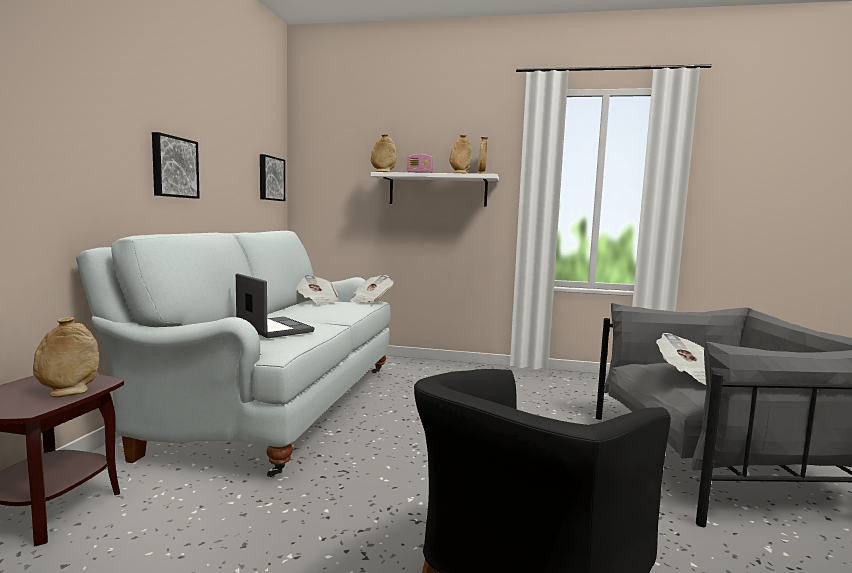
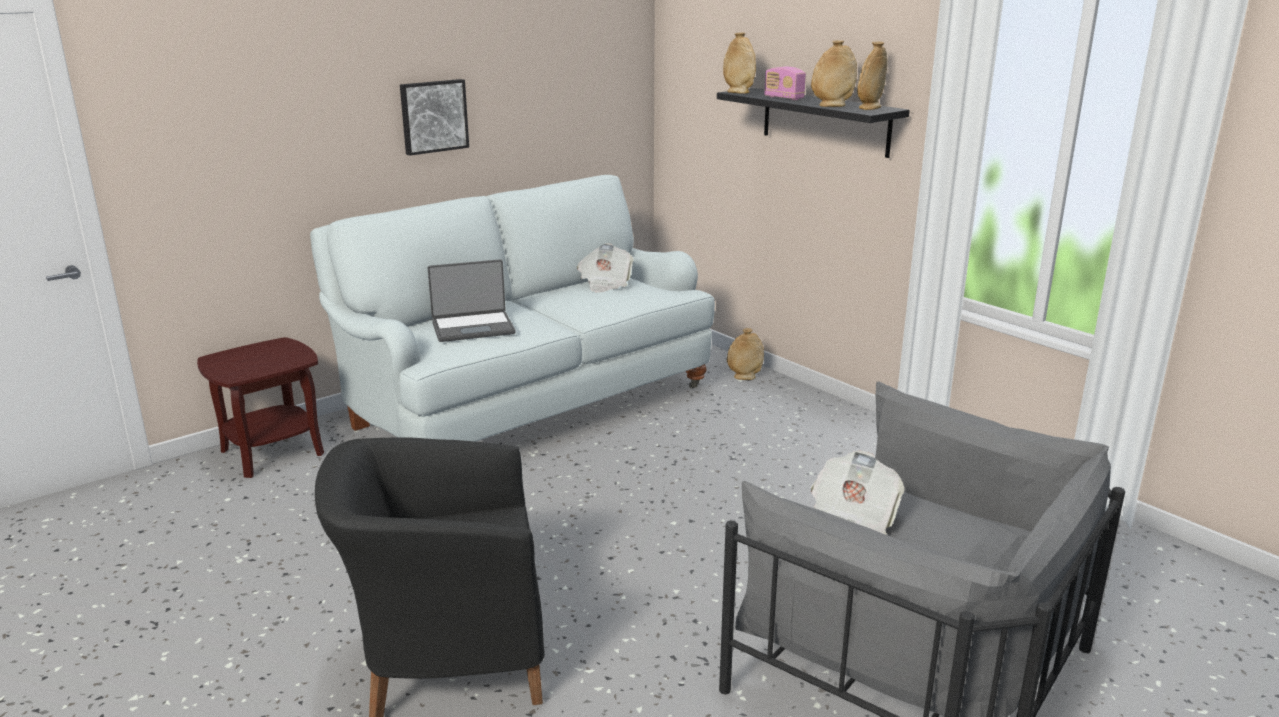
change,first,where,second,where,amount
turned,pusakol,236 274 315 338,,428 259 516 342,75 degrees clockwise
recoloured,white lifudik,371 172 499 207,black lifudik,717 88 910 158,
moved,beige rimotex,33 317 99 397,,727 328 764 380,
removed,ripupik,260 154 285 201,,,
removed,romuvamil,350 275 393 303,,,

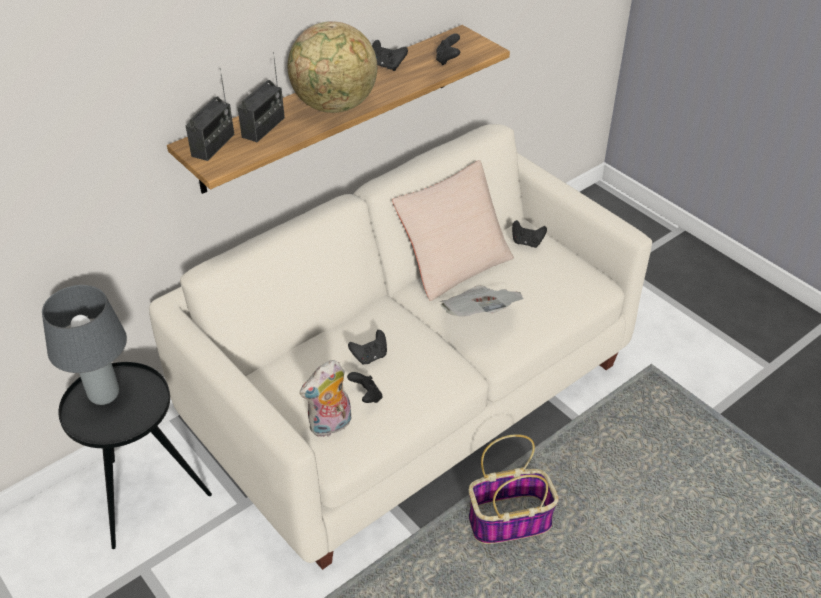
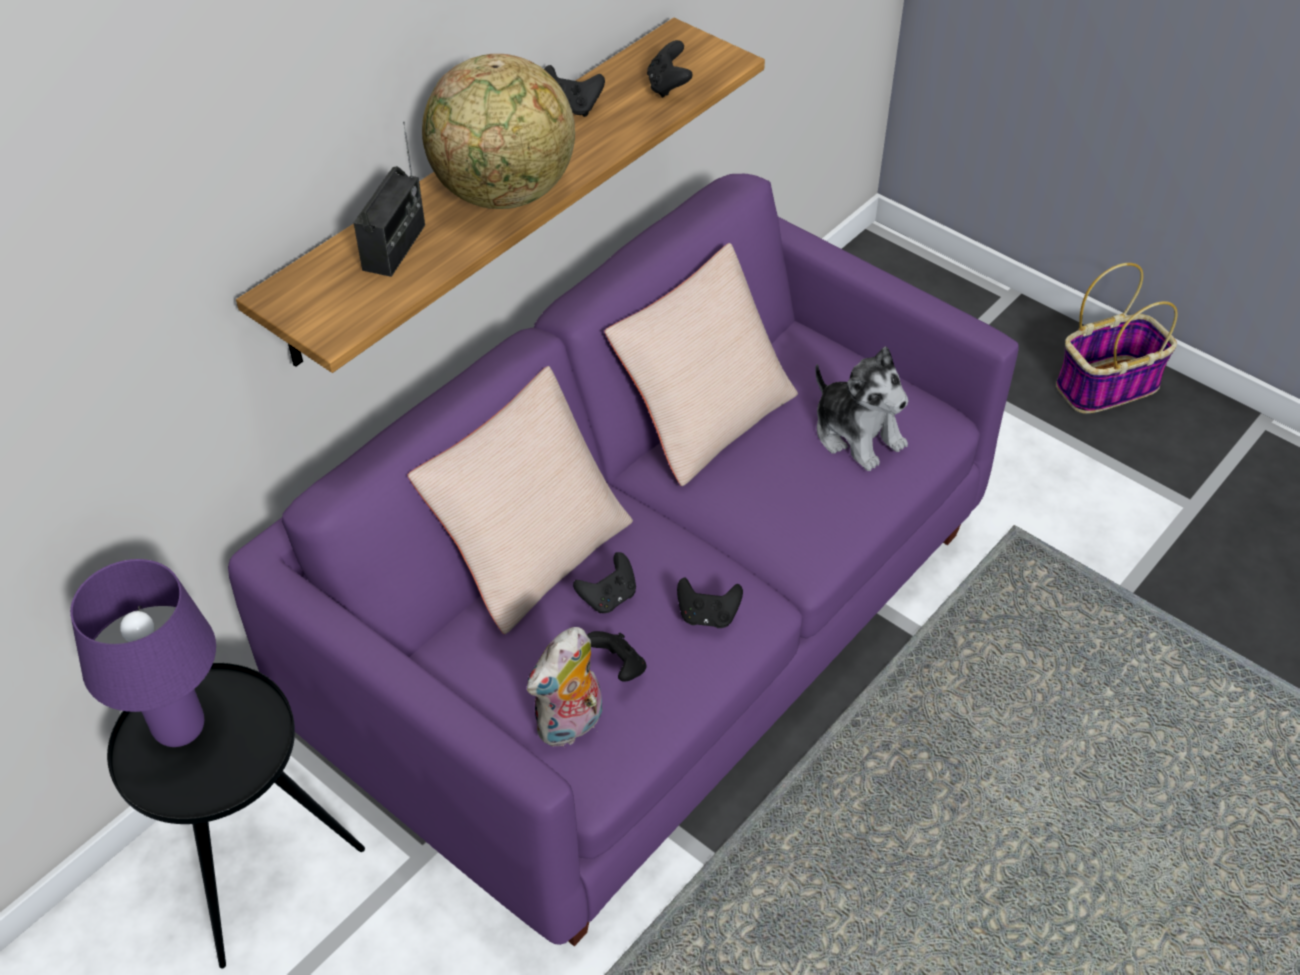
change,first,where,second,where,amount
recoloured,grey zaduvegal,42 285 127 405,purple zaduvegal,70 559 216 747,
recoloured,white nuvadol,149 124 652 570,purple nuvadol,228 174 1019 946,
added,,,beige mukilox,408 366 633 634,
moved,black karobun,512 220 547 248,,677 577 743 628,
added,,,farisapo,815 347 909 471,
moved,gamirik,469 434 559 544,,1056 263 1178 414,
removed,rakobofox,186 68 234 161,,,
removed,romuvamil,440 285 524 317,,,

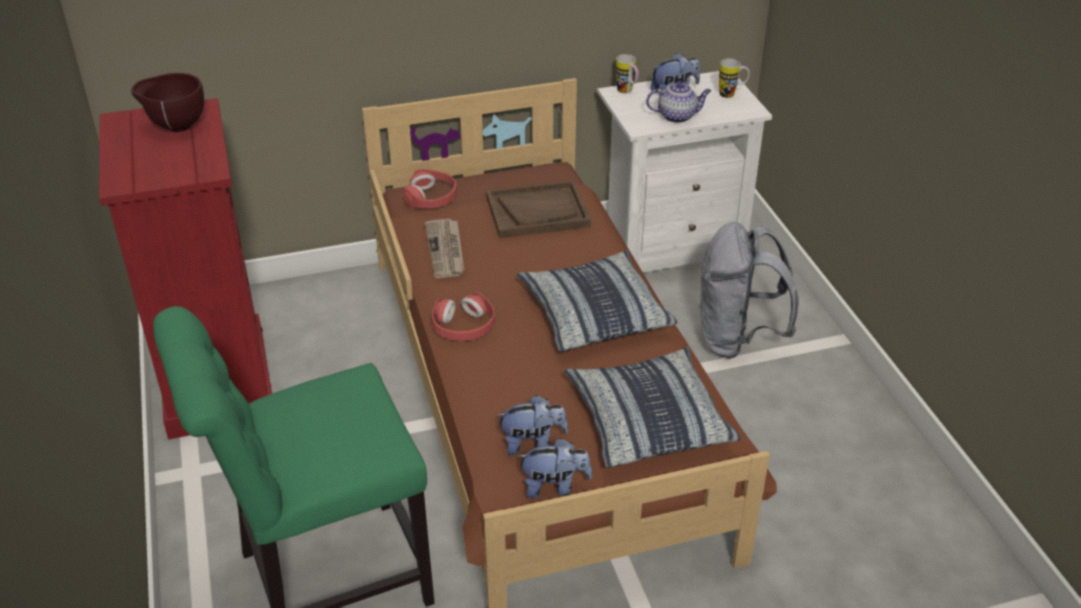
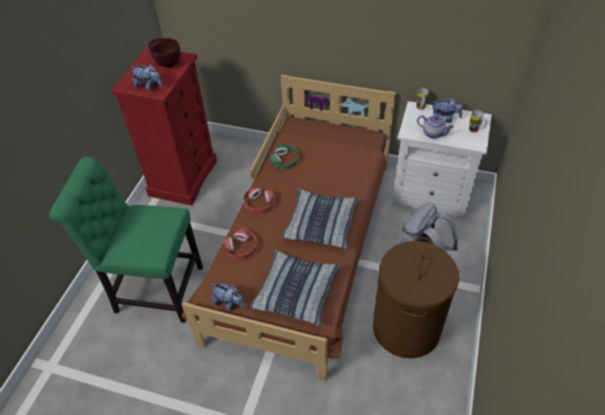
change,first,where,second,where,amount
moved,farisapo,496 395 568 455,,130 64 162 91,
moved,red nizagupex,403 169 457 209,,223 228 258 259,
replaced,romuvamil,425 219 464 278,green nizagupex,269 144 299 169,
added,,,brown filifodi,373 237 459 359,
removed,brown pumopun,486 180 591 238,,,

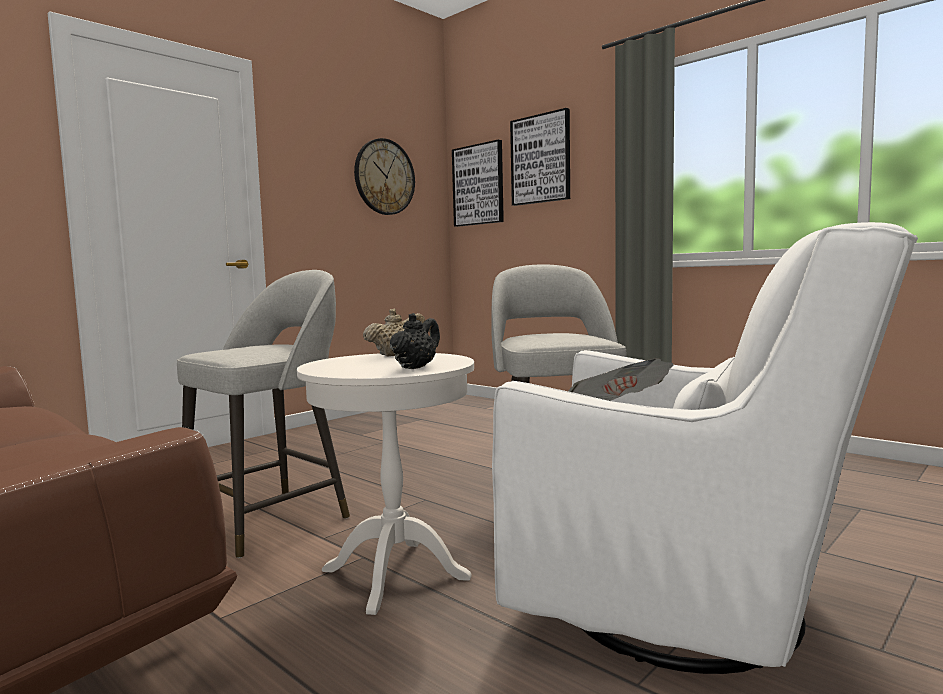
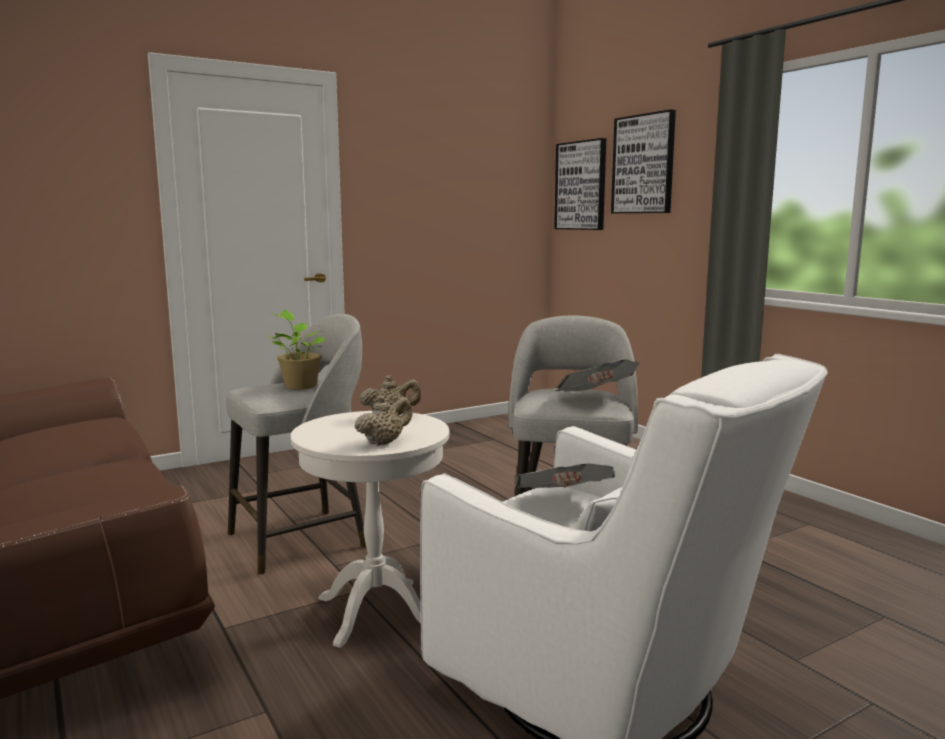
change,first,where,second,where,amount
added,,,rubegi,267 310 326 390,
recoloured,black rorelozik,390 313 440 369,beige rorelozik,355 395 412 446,
added,,,romuvamil,555 359 640 392,
removed,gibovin,354 138 415 215,,,

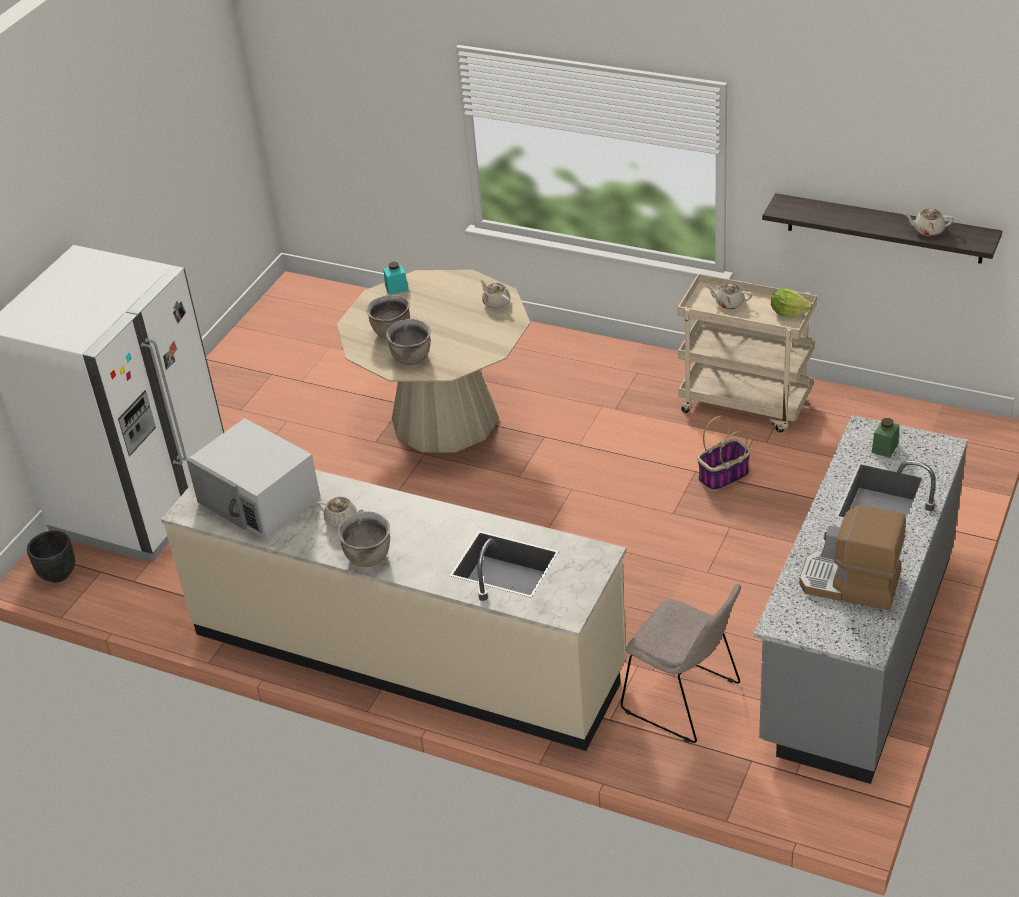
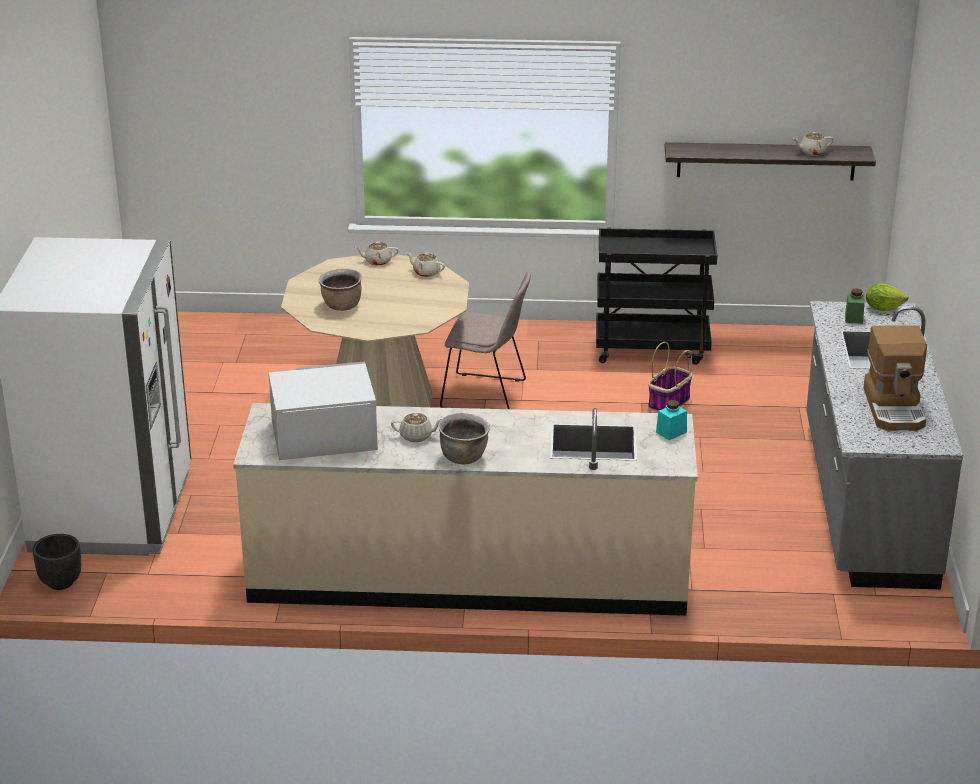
change,first,where,second,where,amount
turned,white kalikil,187 418 320 539,,269 361 378 460,150 degrees clockwise
moved,beige rorelozik,706 283 752 309,,355 241 399 266,
moved,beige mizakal,621 584 741 743,,440 272 531 409,
recoloured,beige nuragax,678 273 817 433,black nuragax,596 227 717 365,
moved,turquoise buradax,384 262 409 295,,656 400 687 440,
turned,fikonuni,799 505 906 611,,863 326 927 431,90 degrees counterclockwise
moved,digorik,771 288 813 317,,866 283 908 311,
removed,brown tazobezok,386 319 431 365,,,

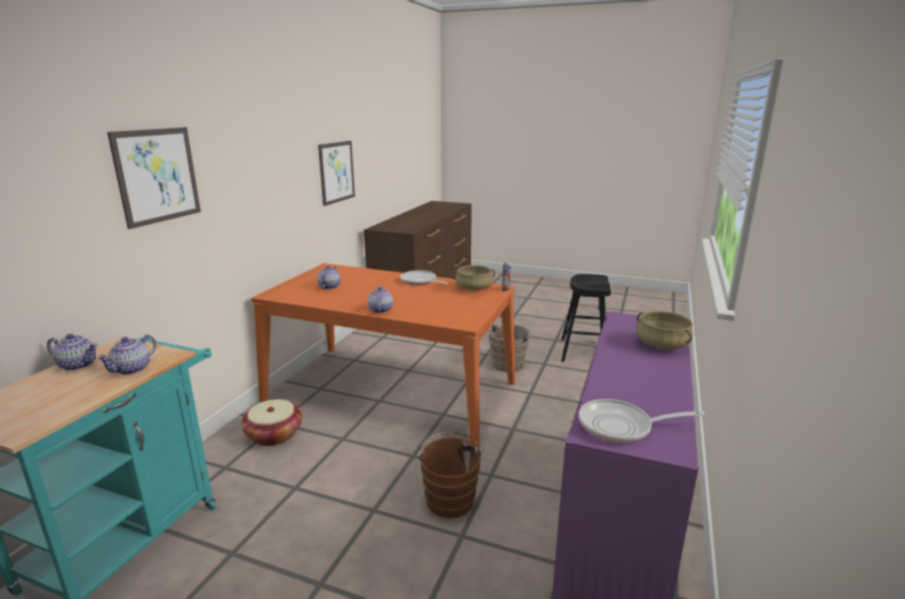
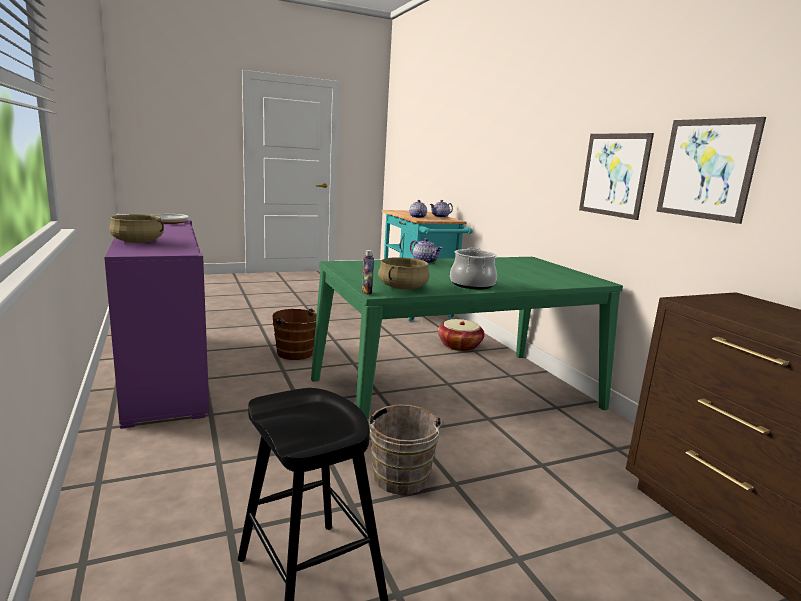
change,first,where,second,where,amount
recoloured,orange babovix,251 263 516 450,green babovix,311 257 623 422,
replaced,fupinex,400 270 449 285,tazobezok,450 248 497 289,
moved,ripupik,107 127 201 229,,579 133 654 220,
removed,rorelozik,317 266 340 289,,,

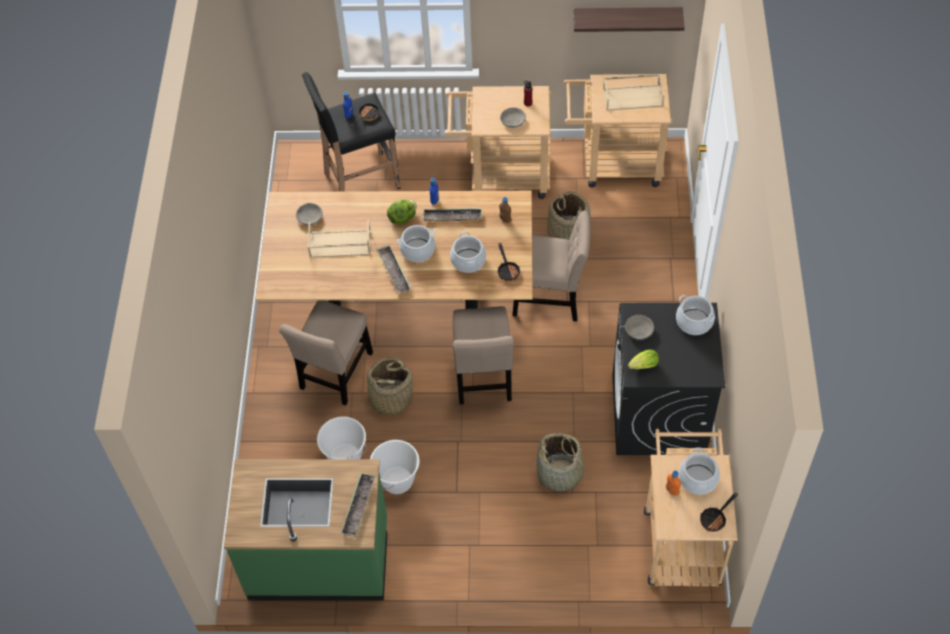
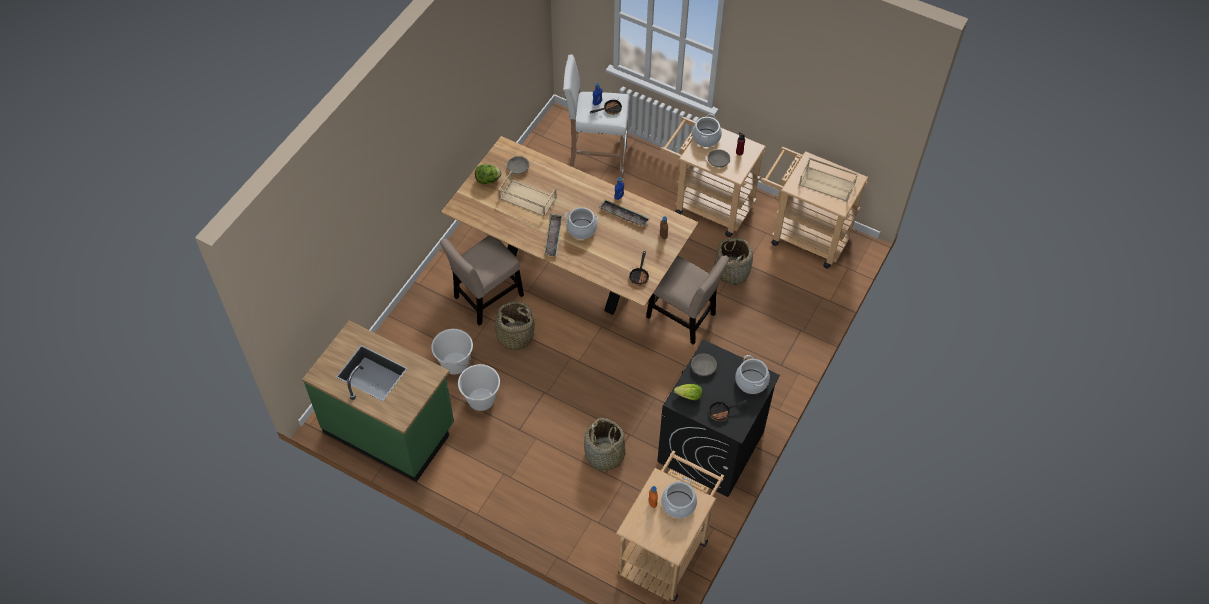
change,first,where,second,where,amount
moved,digorik,387 199 416 225,,475 164 502 184,
recoloured,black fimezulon,302 72 400 192,white fimezulon,563 54 630 180,
moved,tazobezok,450 231 486 273,,692 114 722 147,
moved,fupinex,700 492 738 532,,709 400 750 421,
removed,pumopun,341 473 375 537,,,
removed,beige mizakal,453 306 514 405,,,
removed,lifudik,573 7 685 32,,,

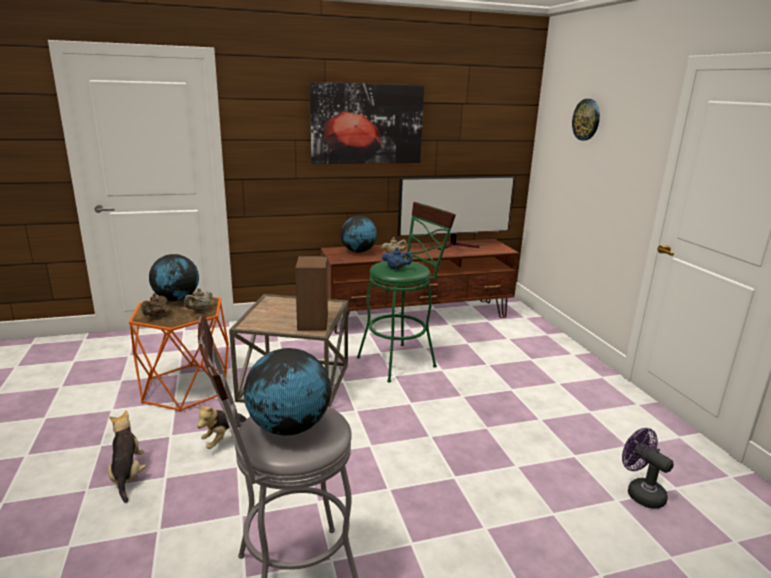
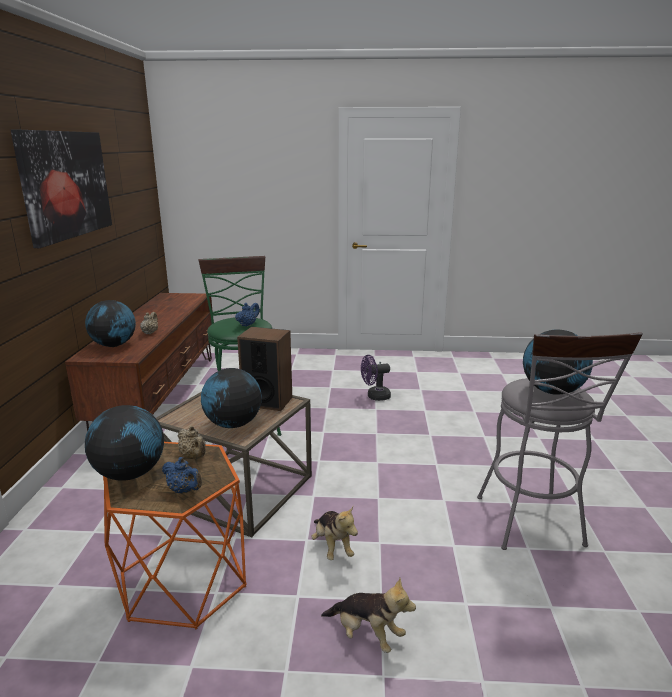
change,first,where,second,where,amount
recoloured,brown rorelozik,141 293 167 317,blue rorelozik,162 457 202 494,
added,,,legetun,201 368 262 428,
turned,farisapo,108 410 146 503,,321 578 416 653,150 degrees counterclockwise
moved,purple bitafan,622 428 674 509,,361 355 391 401,
removed,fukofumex,397 176 515 250,,,
removed,gibovin,572 99 600 141,,,

